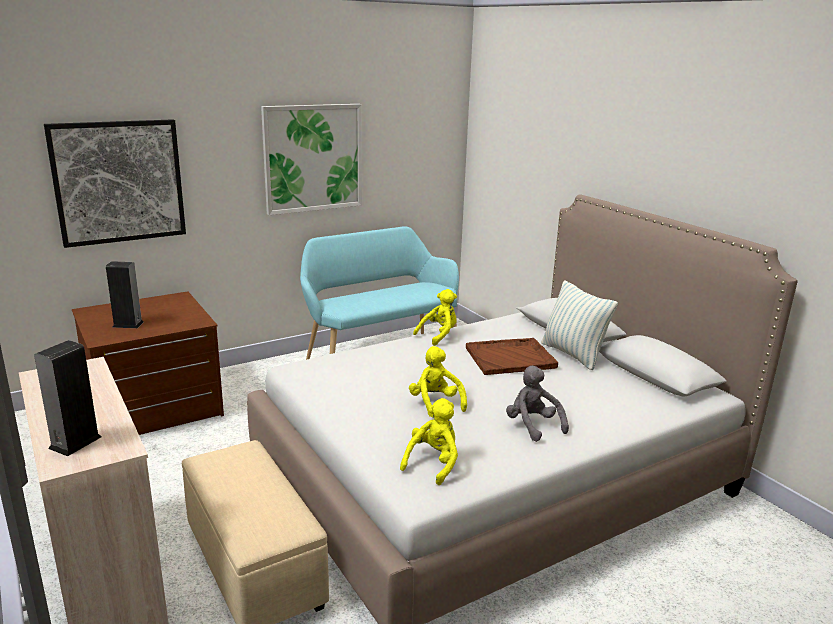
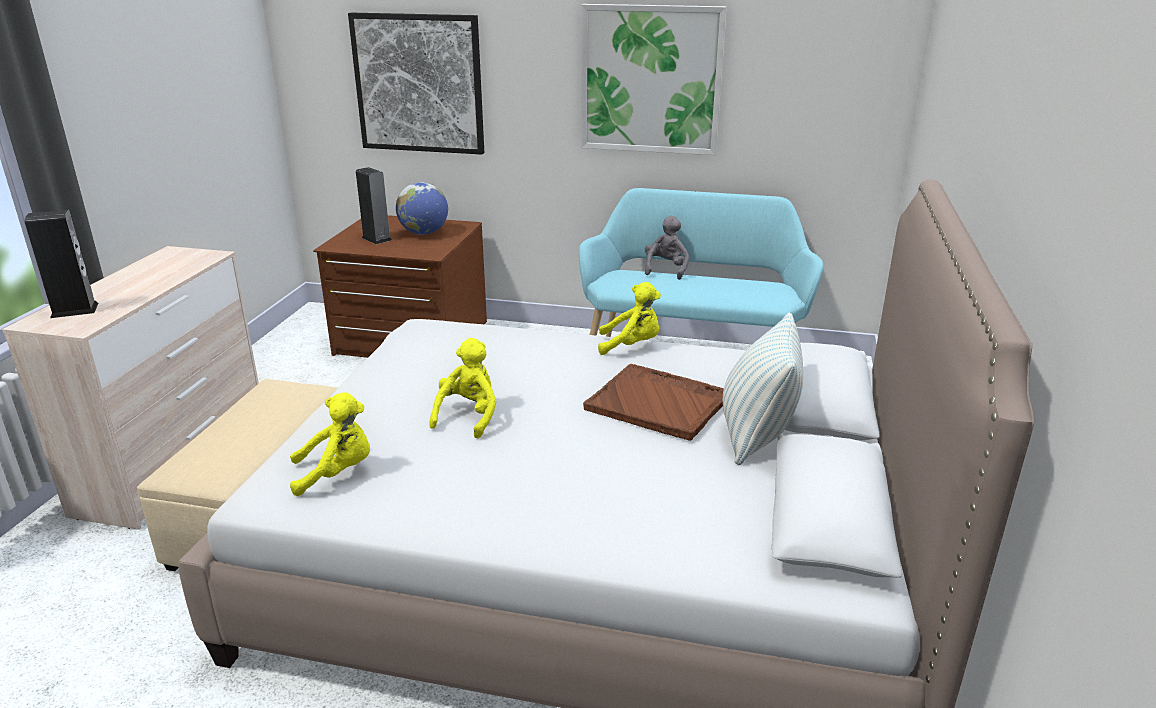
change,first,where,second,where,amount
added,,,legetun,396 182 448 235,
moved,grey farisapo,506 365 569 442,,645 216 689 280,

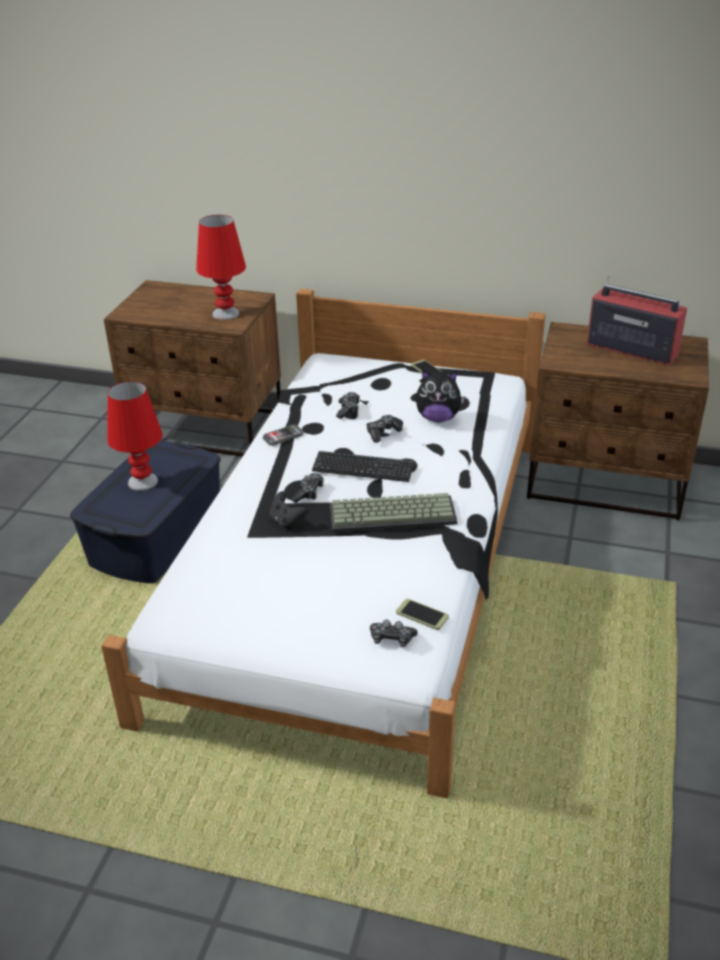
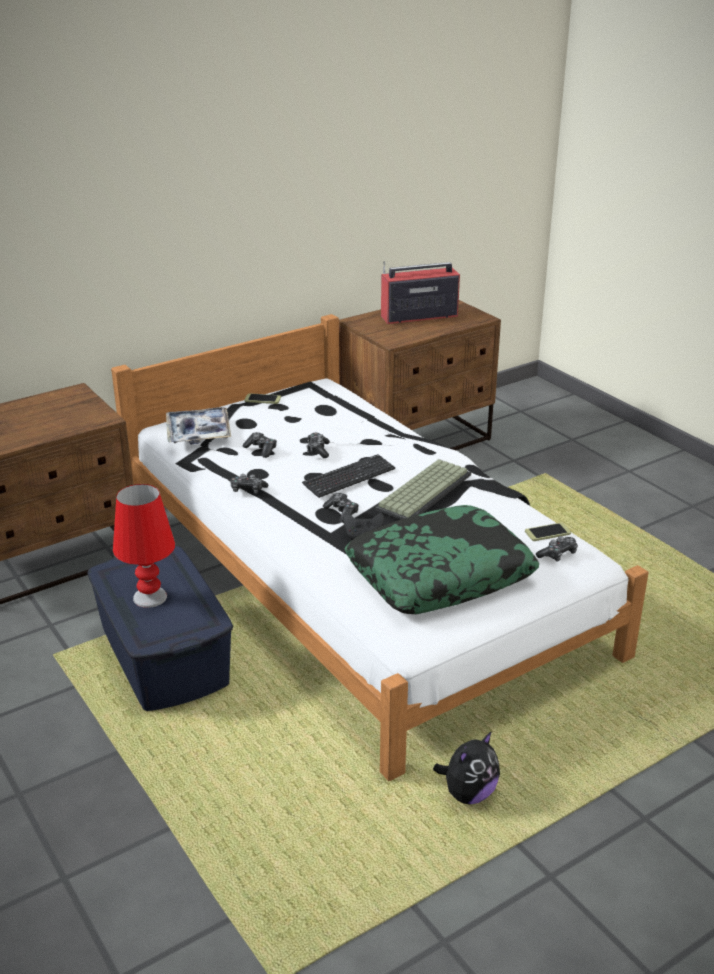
change,first,where,second,where,amount
added,,,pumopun,166 407 231 445,
replaced,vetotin,263 424 304 446,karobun,230 474 268 493,
added,,,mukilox,345 505 539 614,
moved,farisapo,416 370 465 422,,433 731 500 804,
removed,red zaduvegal,196 215 246 320,,,

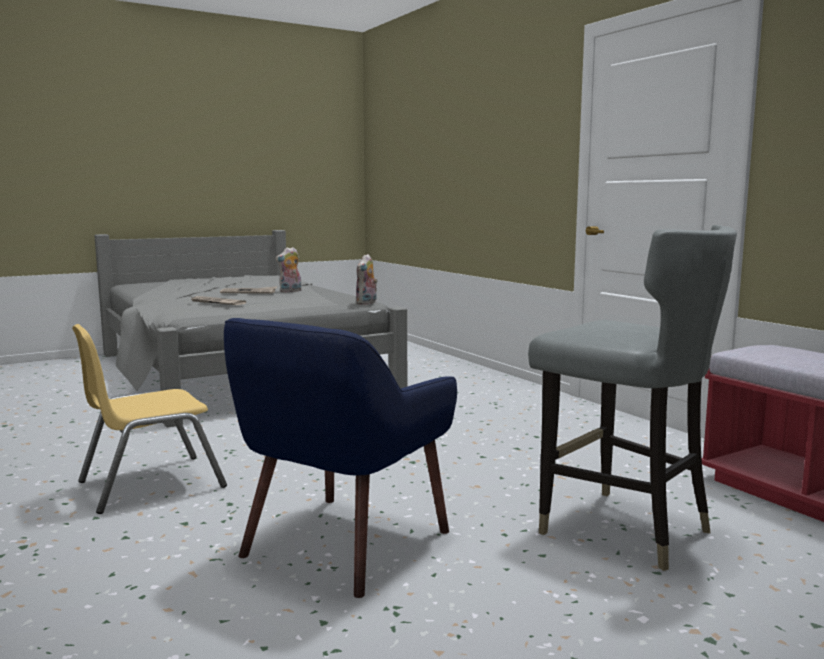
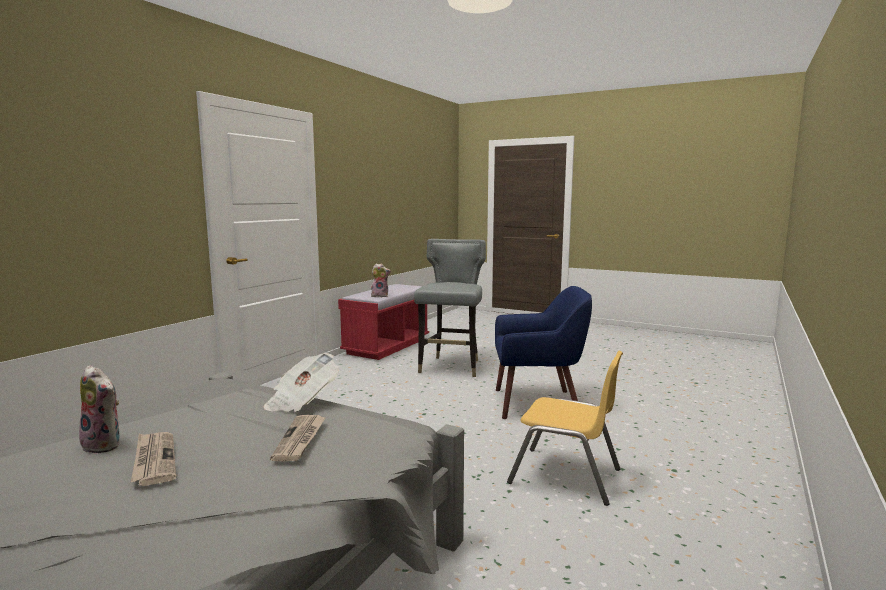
change,first,where,second,where,amount
added,,,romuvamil,263 353 339 412,
moved,farisapo,356 254 378 305,,371 263 391 298,

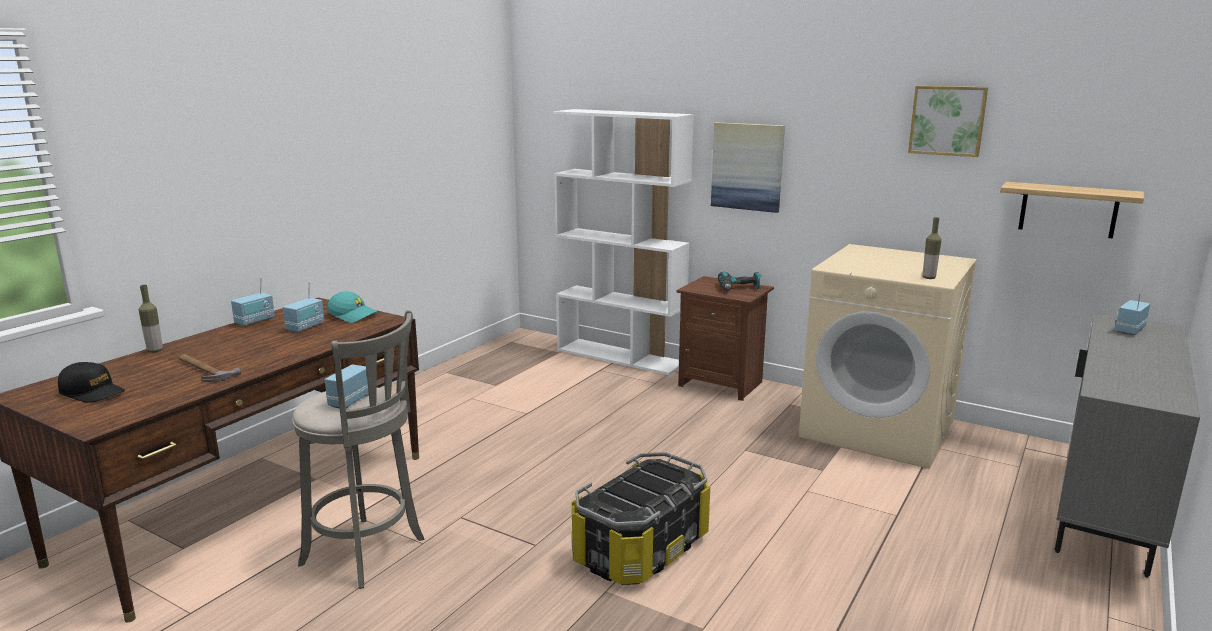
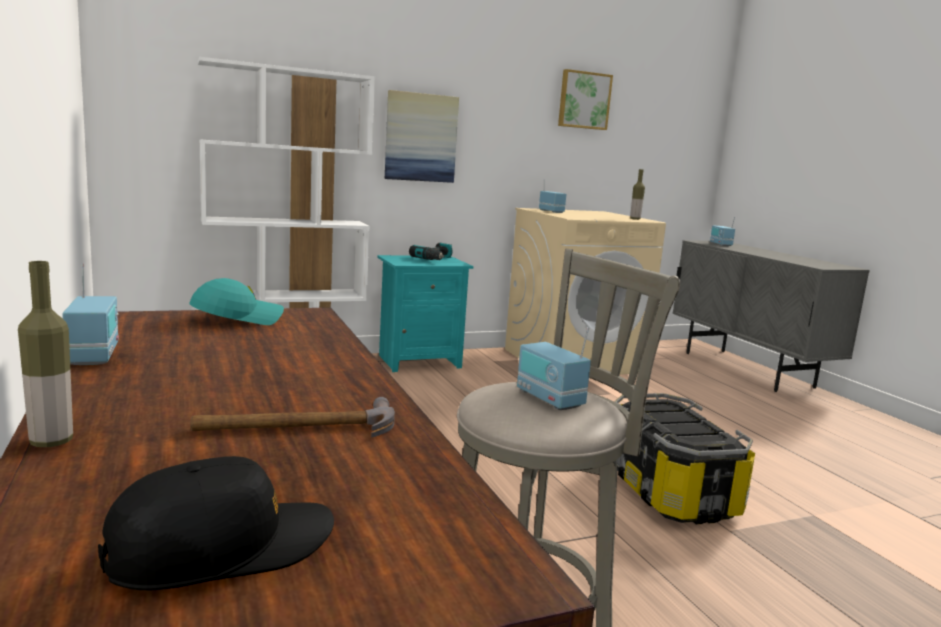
change,first,where,second,where,amount
recoloured,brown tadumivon,677 276 774 401,turquoise tadumivon,377 255 473 372,
moved,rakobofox,283 283 324 333,,539 179 566 213,
removed,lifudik,1000 182 1144 238,,,

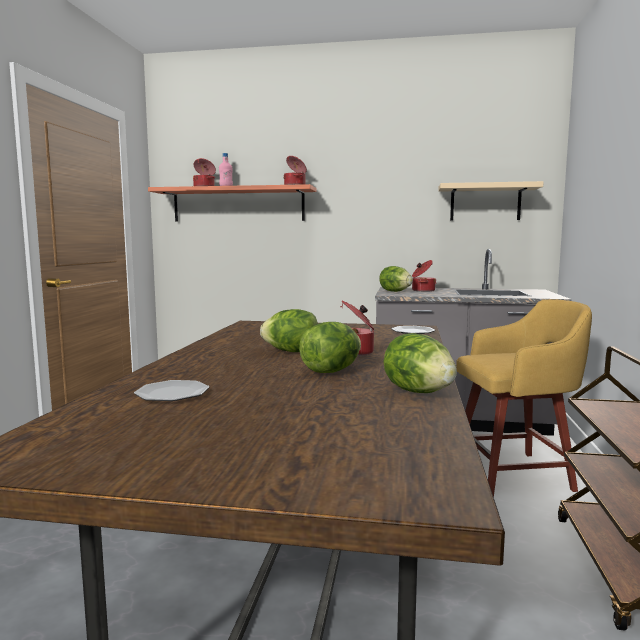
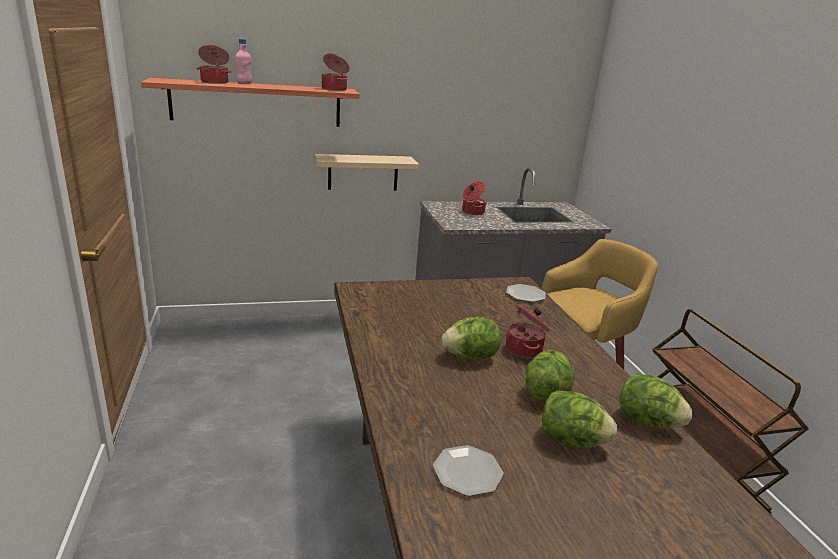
change,first,where,second,where,amount
moved,beige lifudik,438 181 544 220,,315 154 419 191,
moved,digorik,379 266 413 292,,542 390 617 448,

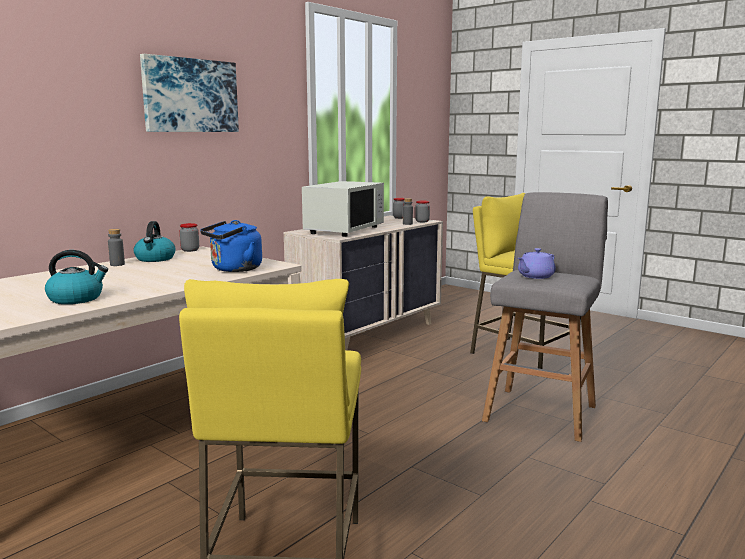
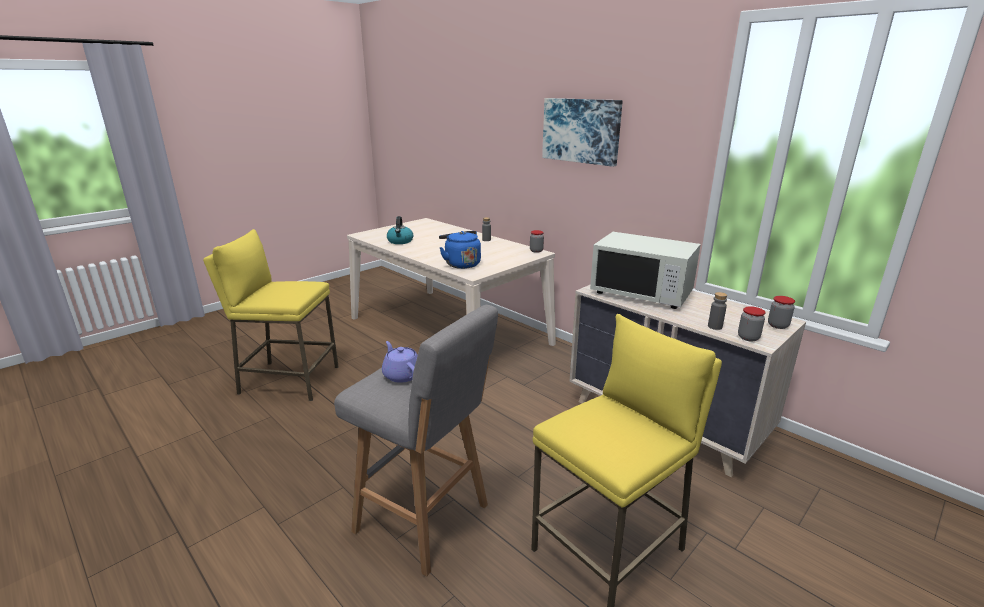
change,first,where,second,where,amount
removed,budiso,133 221 176 262,,,

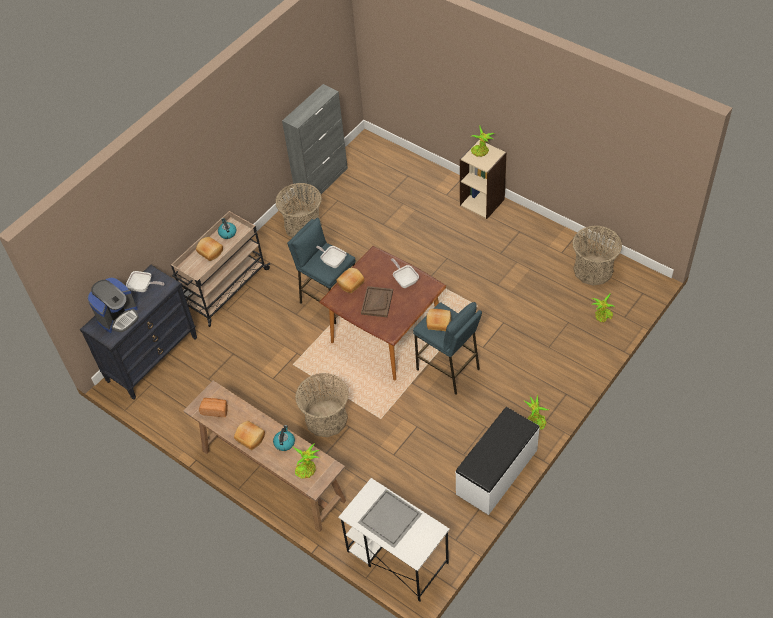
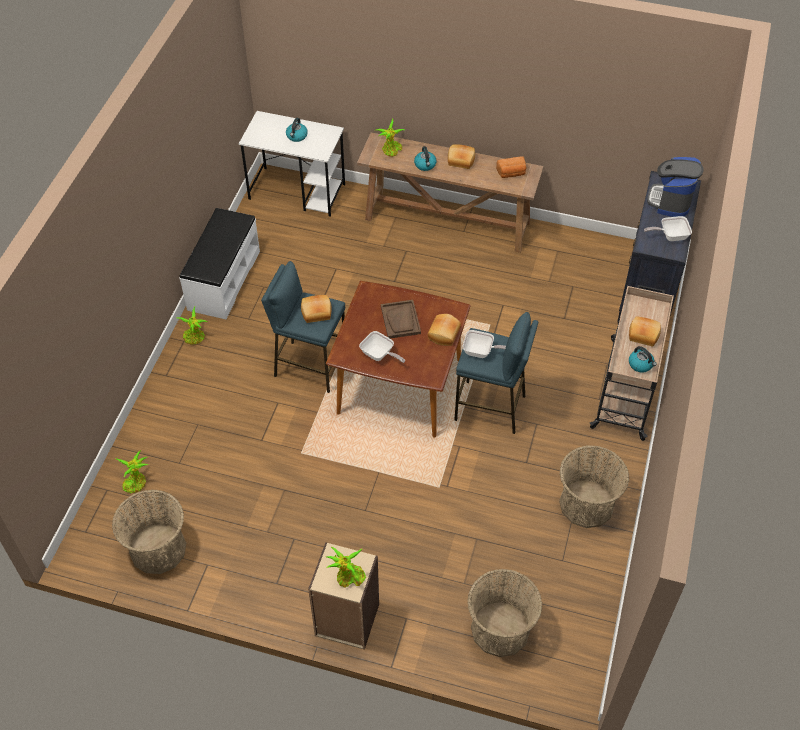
change,first,where,second,where,amount
replaced,grey pumopun,358 489 422 548,budiso,286 118 308 142,
moved,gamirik,295 373 349 437,,467 569 542 657,
removed,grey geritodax,282 84 348 204,,,

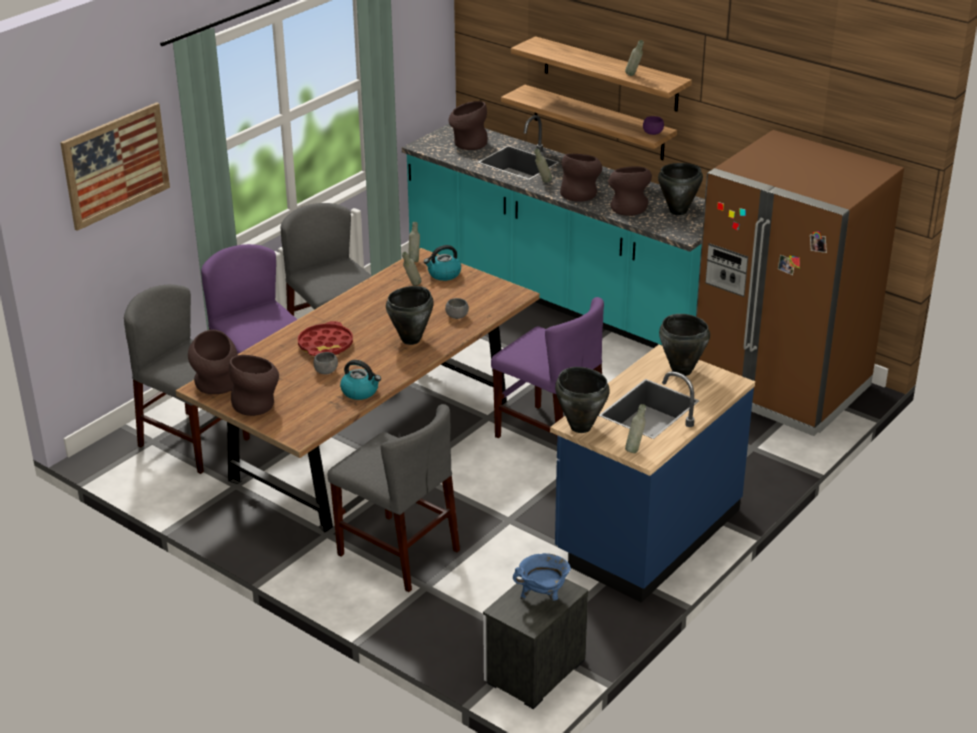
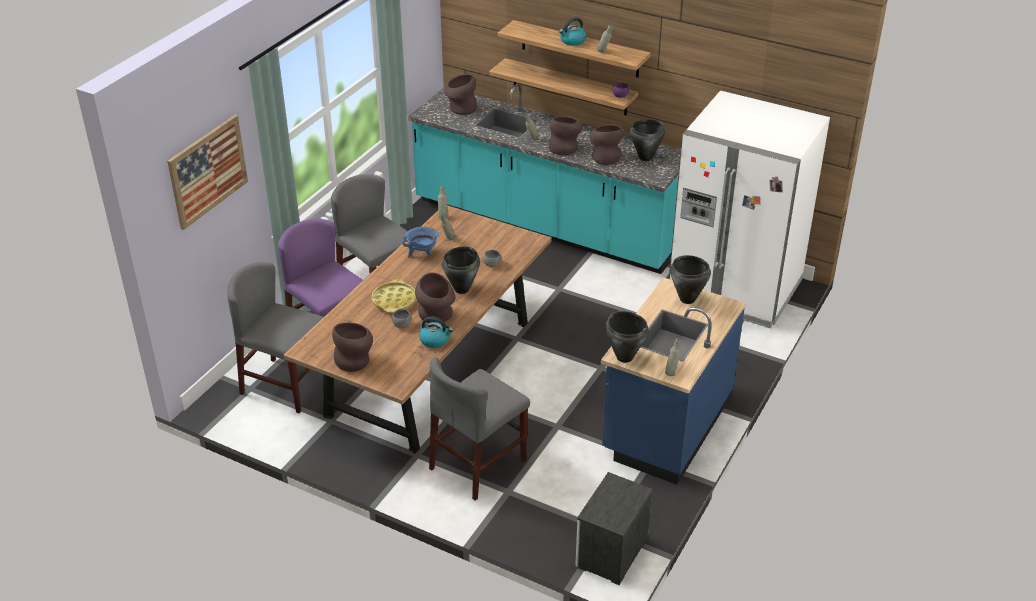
change,first,where,second,where,amount
recoloured,red pumopun,298 321 353 356,yellow pumopun,371 280 416 313,
moved,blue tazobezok,513 553 571 601,,402 227 439 258,
moved,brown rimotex,188 330 238 394,,415 272 455 323,
turned,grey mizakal,328 404 460 592,,429 357 530 501,105 degrees clockwise
moved,budiso,424 245 461 281,,559 17 586 46,
recoloured,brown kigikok,696 130 904 436,white kigikok,669 90 830 329,
removed,purple mizakal,491 297 604 438,,,

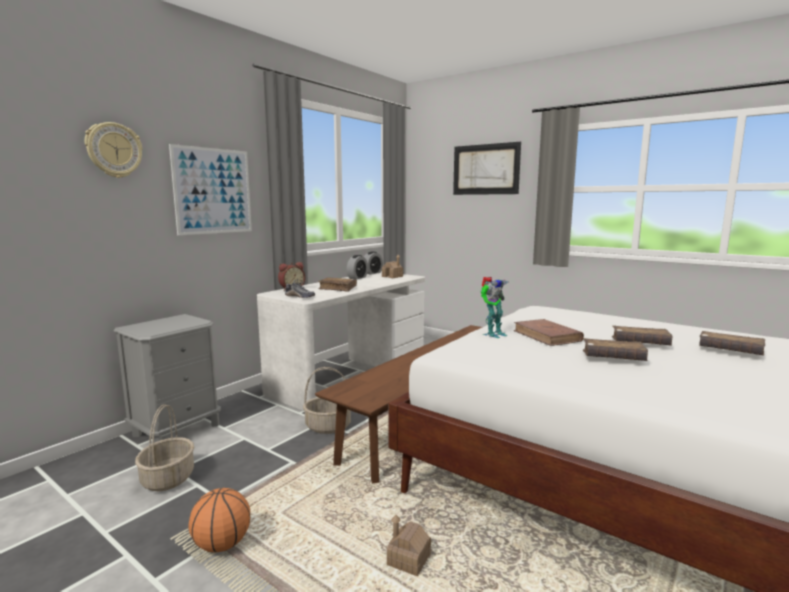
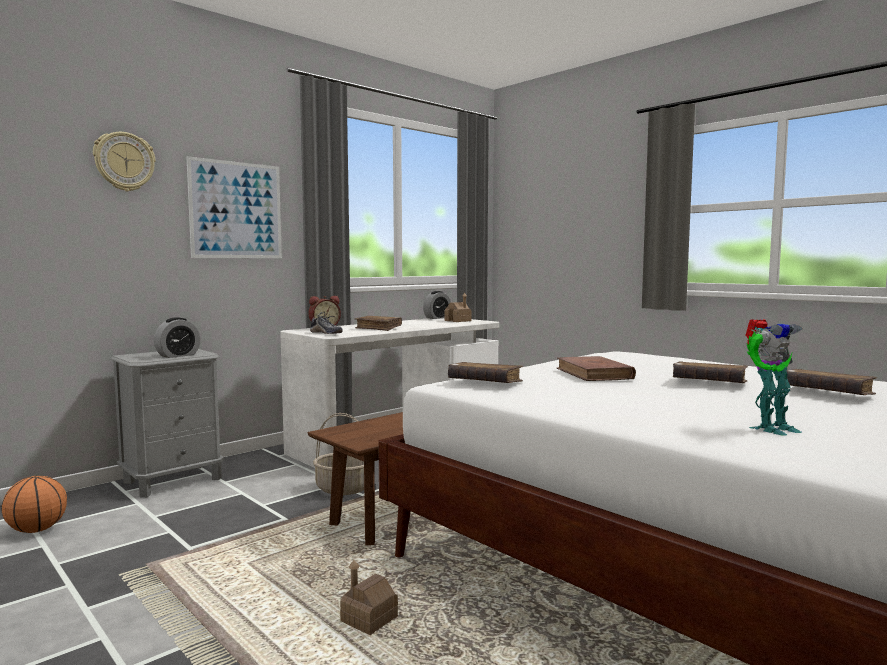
change,first,where,second,where,amount
moved,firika,189 488 250 552,,2 476 67 533,
moved,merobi,347 255 368 280,,154 317 201 358,
moved,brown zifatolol,583 338 648 361,,448 362 523 383,
moved,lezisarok,481 277 508 338,,745 319 803 436,
removed,gamirik,135 404 194 491,,,
removed,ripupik,453 142 521 195,,,

